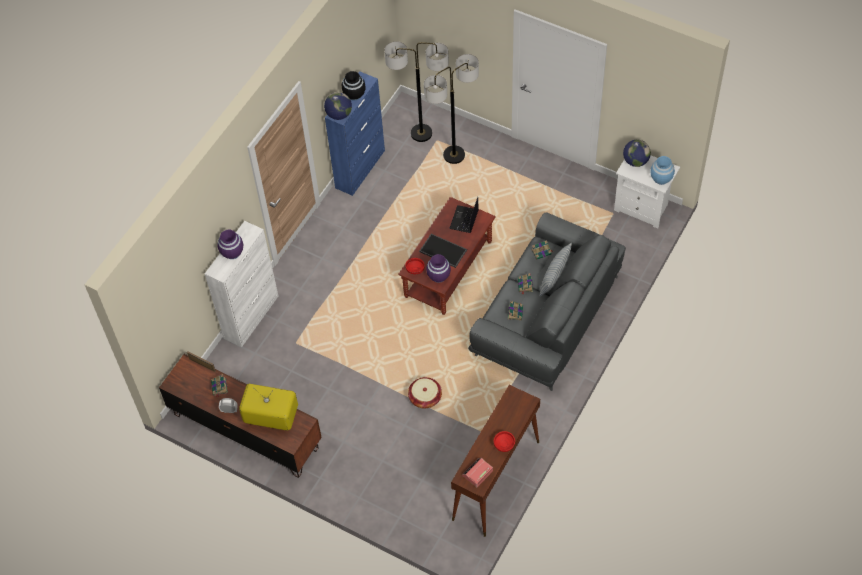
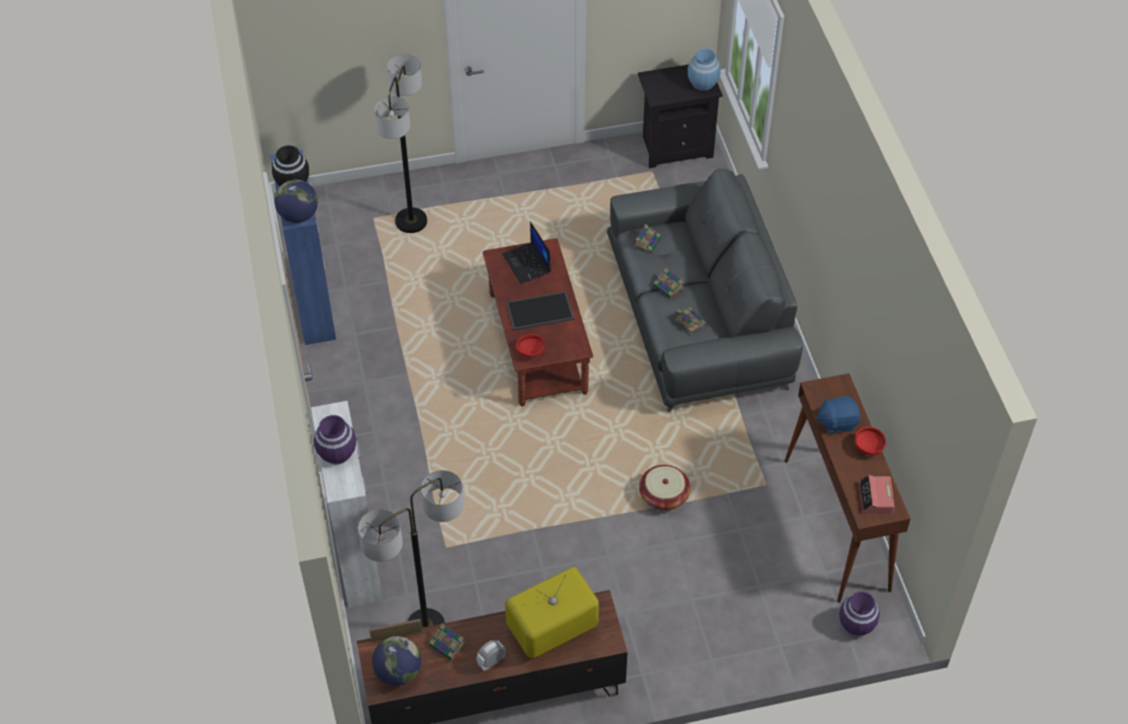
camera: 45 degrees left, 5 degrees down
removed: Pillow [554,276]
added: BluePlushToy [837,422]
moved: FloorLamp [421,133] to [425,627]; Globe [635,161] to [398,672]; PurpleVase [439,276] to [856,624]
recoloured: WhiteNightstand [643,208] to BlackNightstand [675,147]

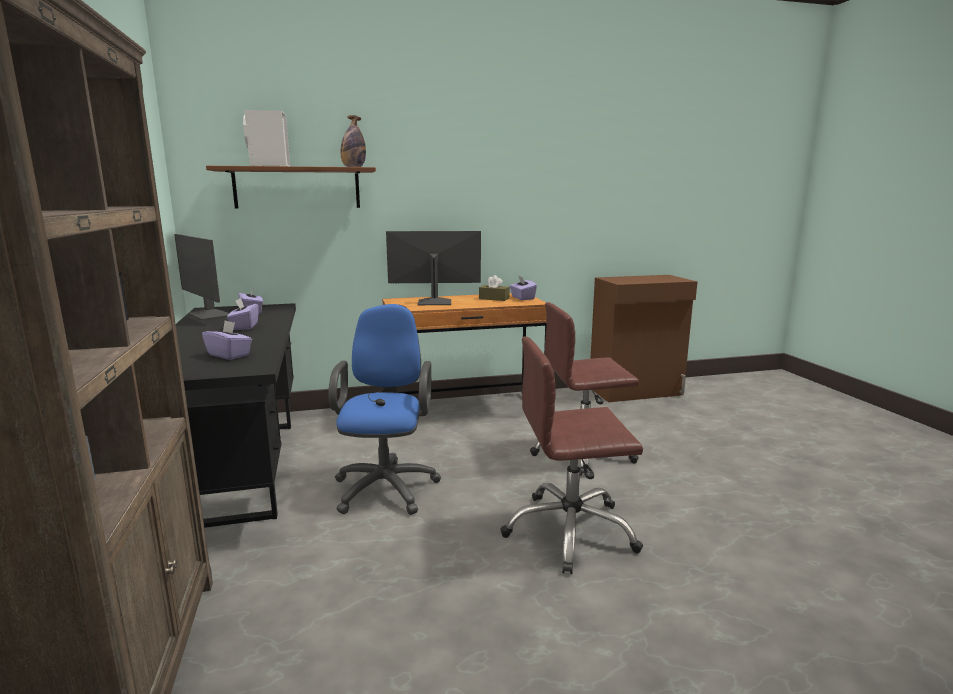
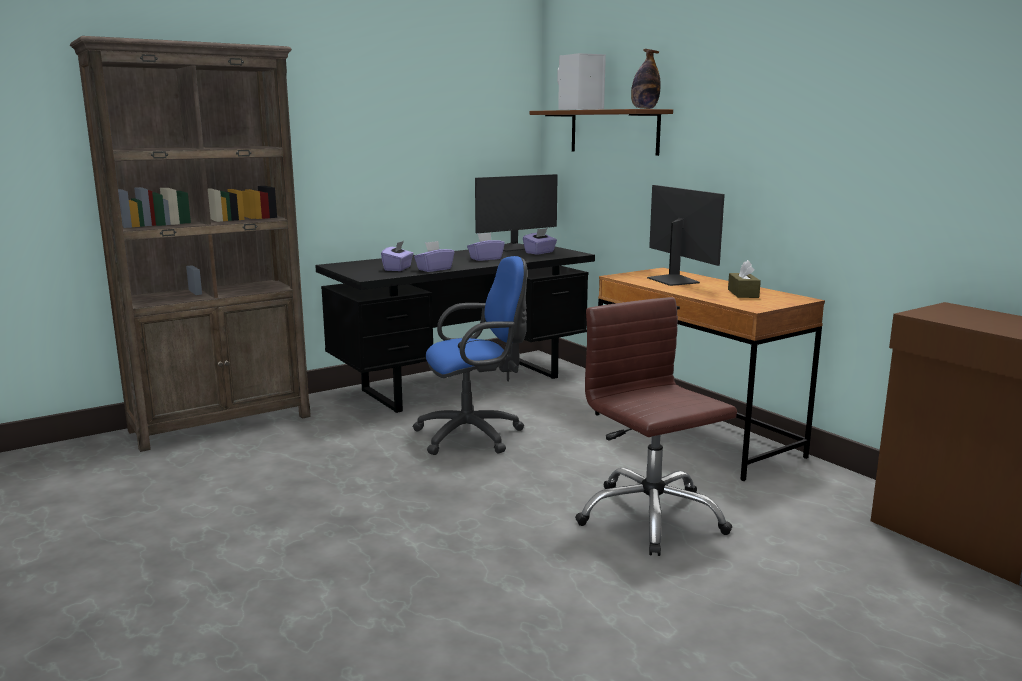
camera: 70 degrees right, 0 degrees up
removed: BrownOfficeChair [570,531]
moved: PurpleTissueBox [522,298] to [434,269]
turned: Monitor [209,315] = [514,248] 150 degrees counterclockwise

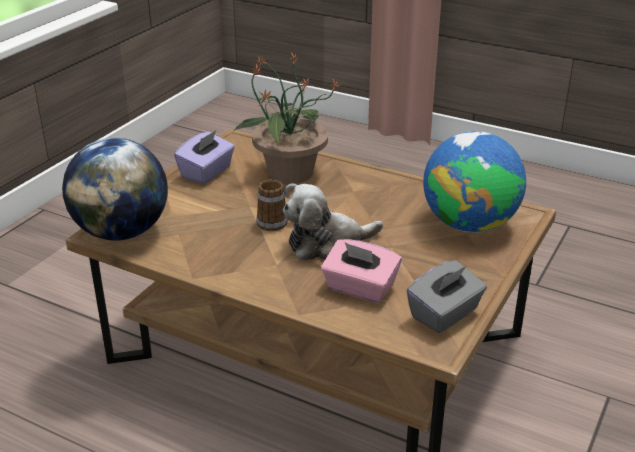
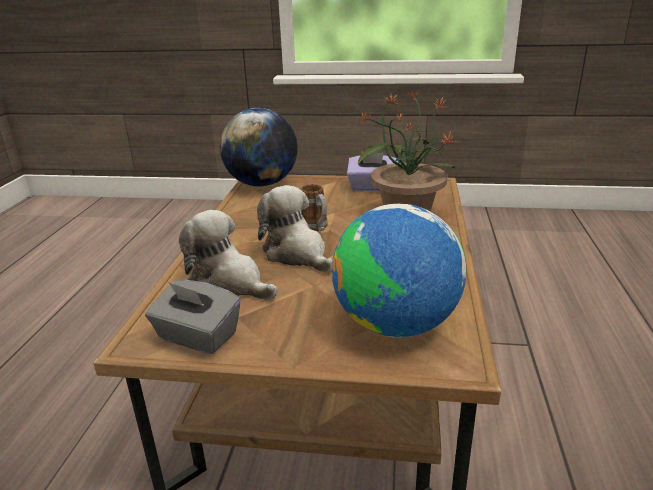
camera: 70 degrees right, 5 degrees down
replaced: PinkTissueBox [360,288] to PlushToy [229,283]

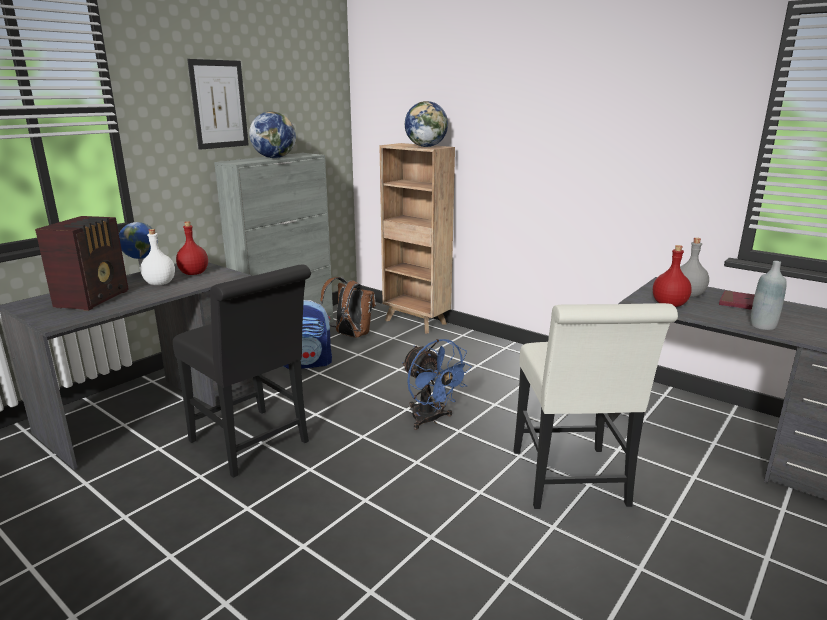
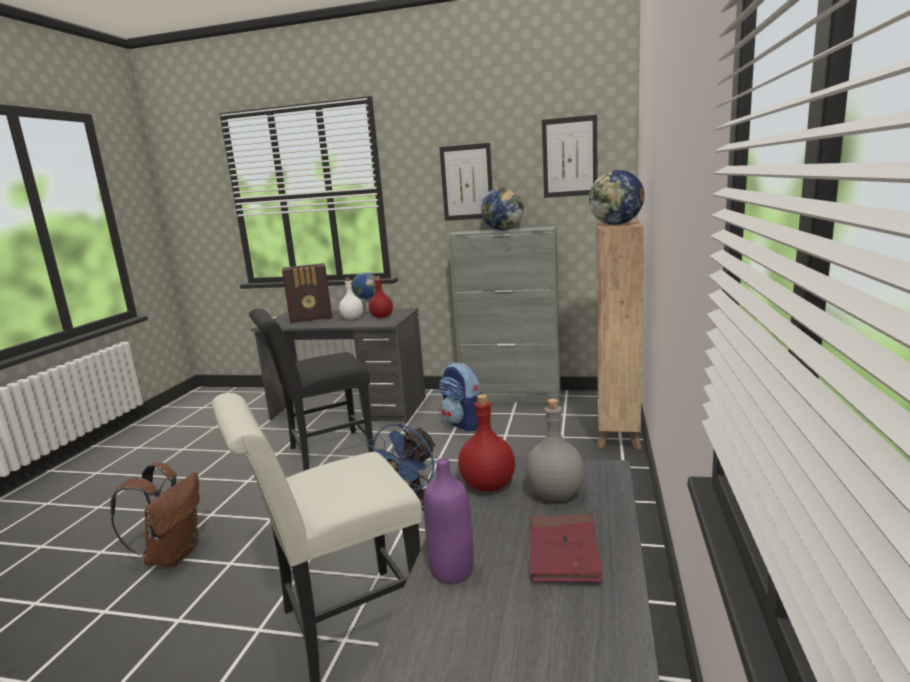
camera: 65 degrees right, 5 degrees down
added: Picture [569,157]
moved: BrownBackpack [350,335] to [172,555]
recoloured: GreyBottle [762,326] to PurpleBottle [452,571]
turned: BlackChair [254,445] = [324,453] 45 degrees clockwise

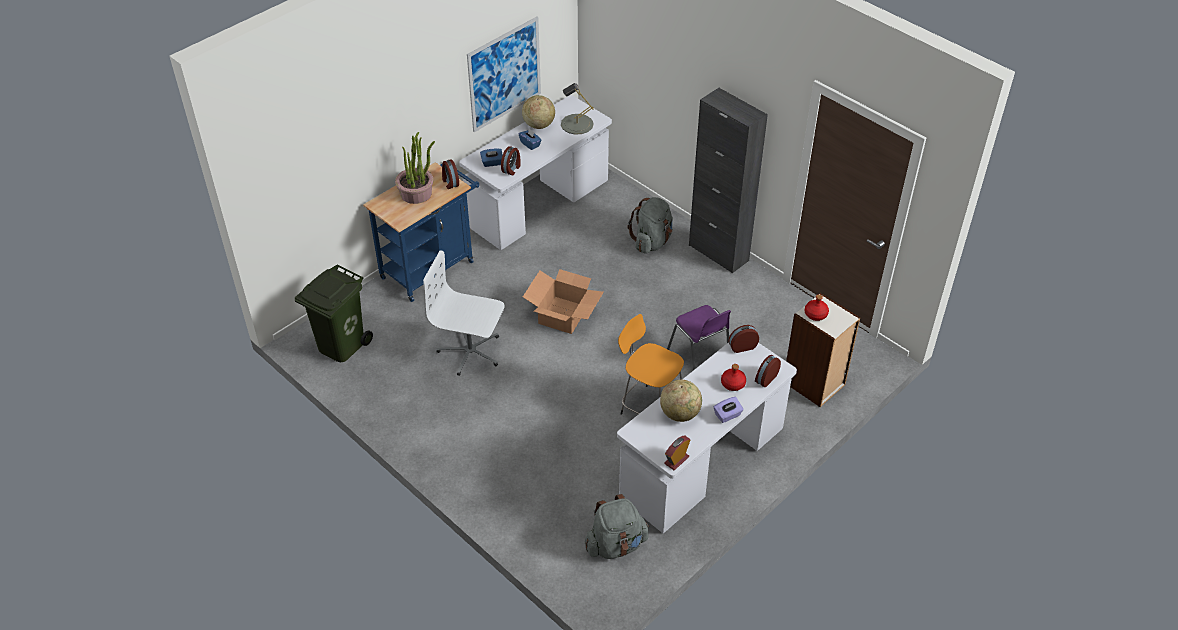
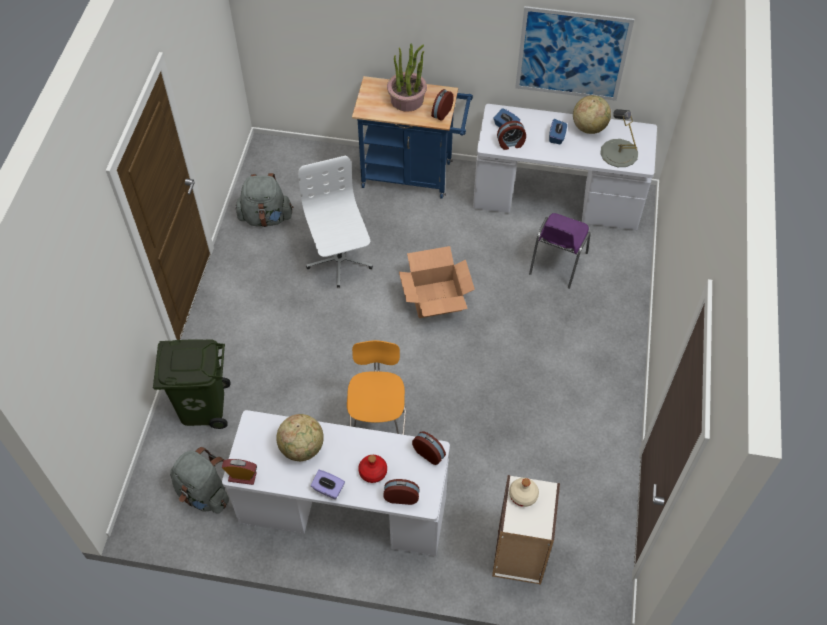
camera: 55 degrees right, 10 degrees up
removed: BlackCabinet [718,253]
moved: GreyBackpack [652,242] to [266,217]; GreenTrashCan [340,345] to [203,406]; PurpleChair [699,357] to [556,264]
recoloured: RedBottle [815,314] to BeigeBottle [523,495]

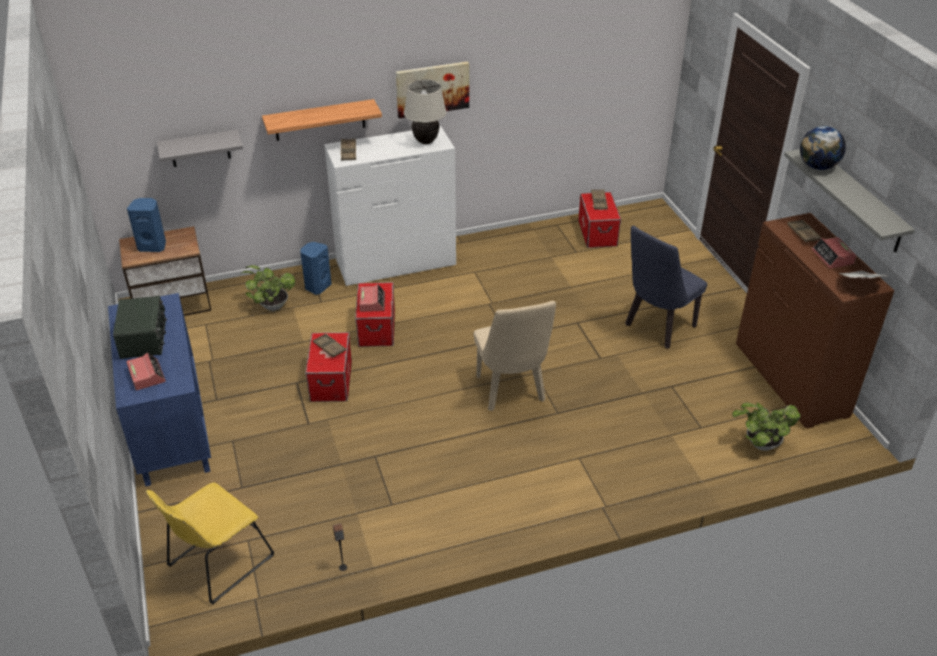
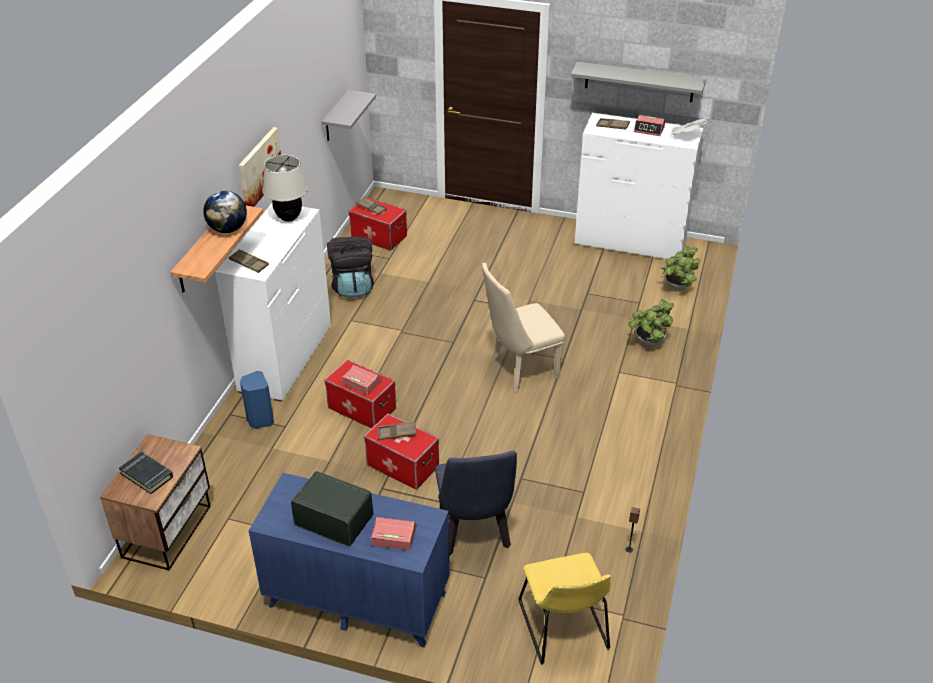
camera: 55 degrees left, 0 degrees up
added: BlackBackpack [353,286]
moved: Globe [818,166] to [228,229]; GreyShelf [200,148] to [336,117]; BlueChair [657,328] to [475,534]; PottedPlant [271,306] to [648,342]
replaced: BlueSpeaker [153,246] to BlackBook [147,475]
recoloured: BrownDresser [790,380] to WhiteDresser [630,242]
turned: BeigeChair [511,392] = [519,371] 135 degrees clockwise

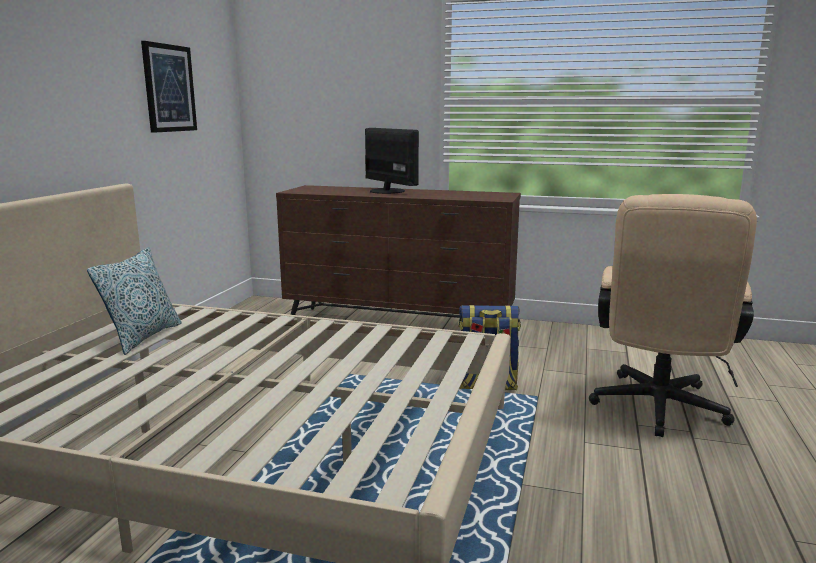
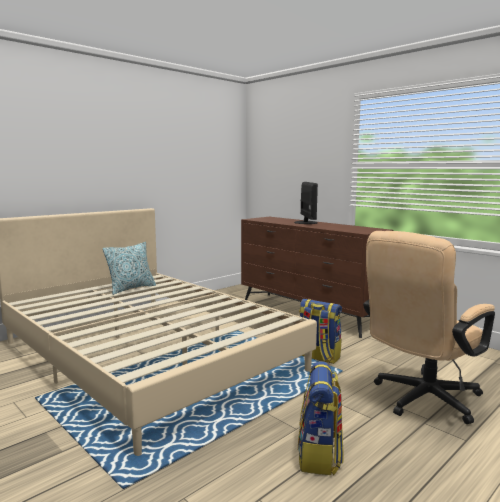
camera: 30 degrees right, 5 degrees down
removed: Picture [169,88]
added: Backpack [320,455]

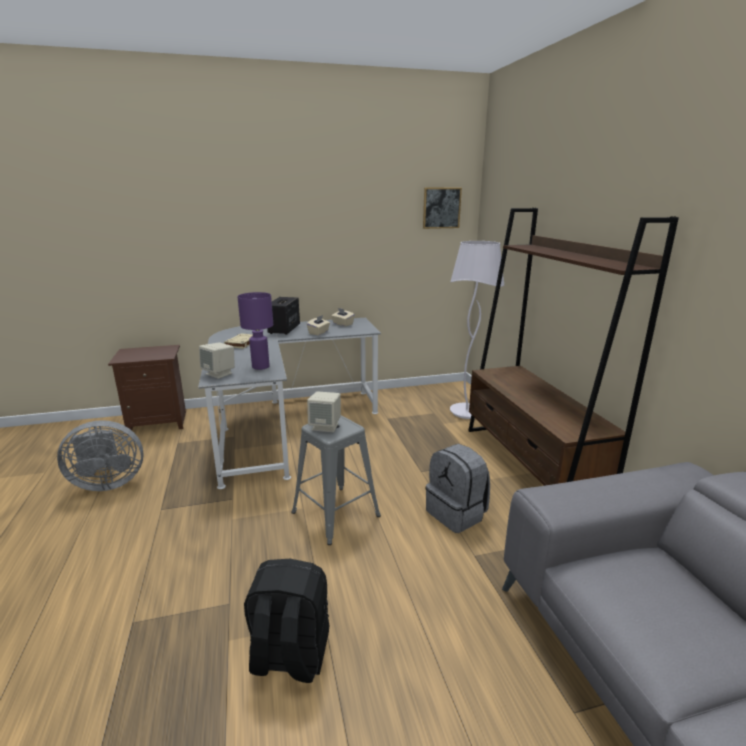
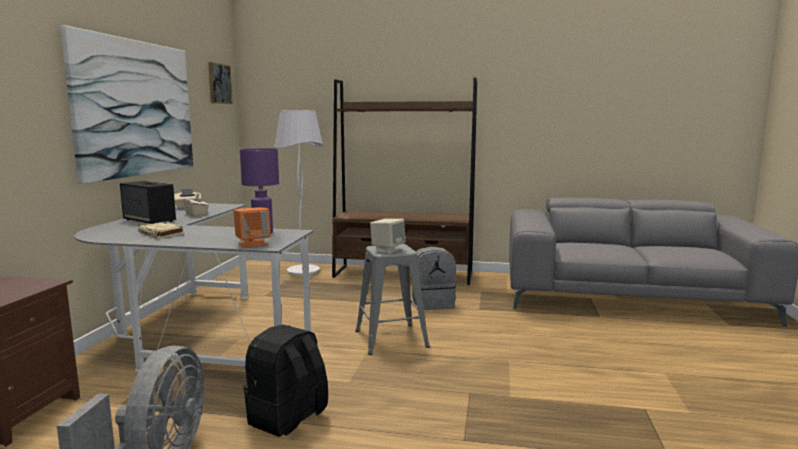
camera: 65 degrees left, 10 degrees down
added: Picture [136,108]
moved: BlackBackpack [290,656] to [288,419]
recoloured: BeigeSpeaker [219,373] to OrangeSpeaker [252,243]

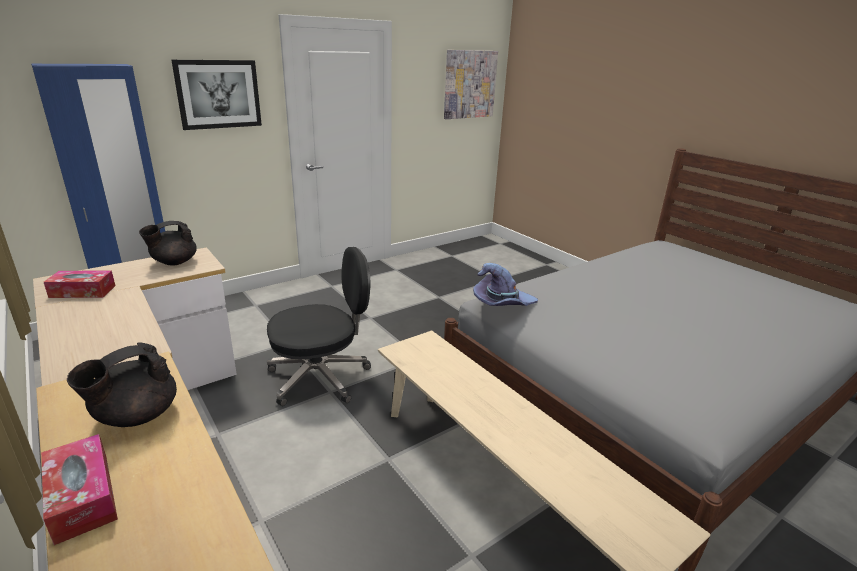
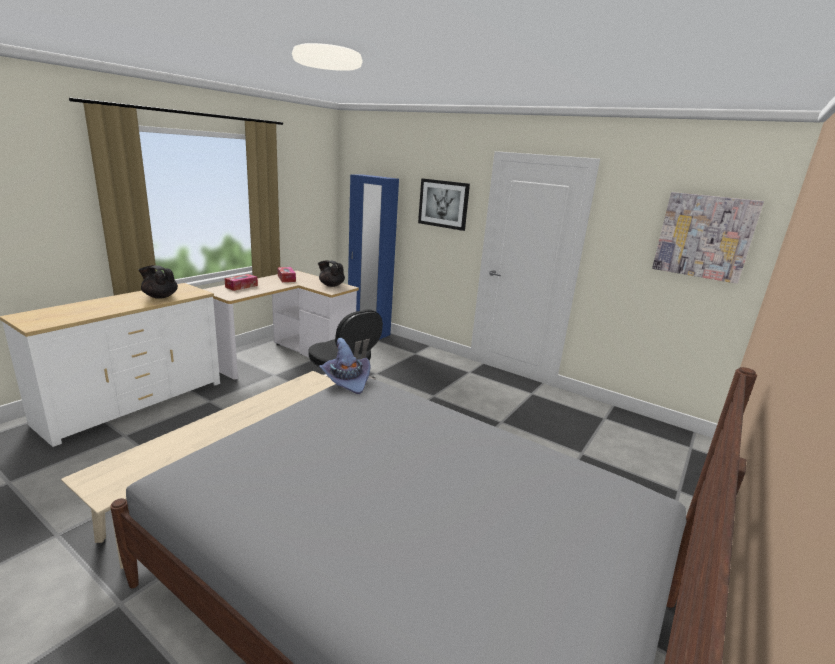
camera: 70 degrees right, 5 degrees down
moved: TissueBox [82,497] to [241,286]

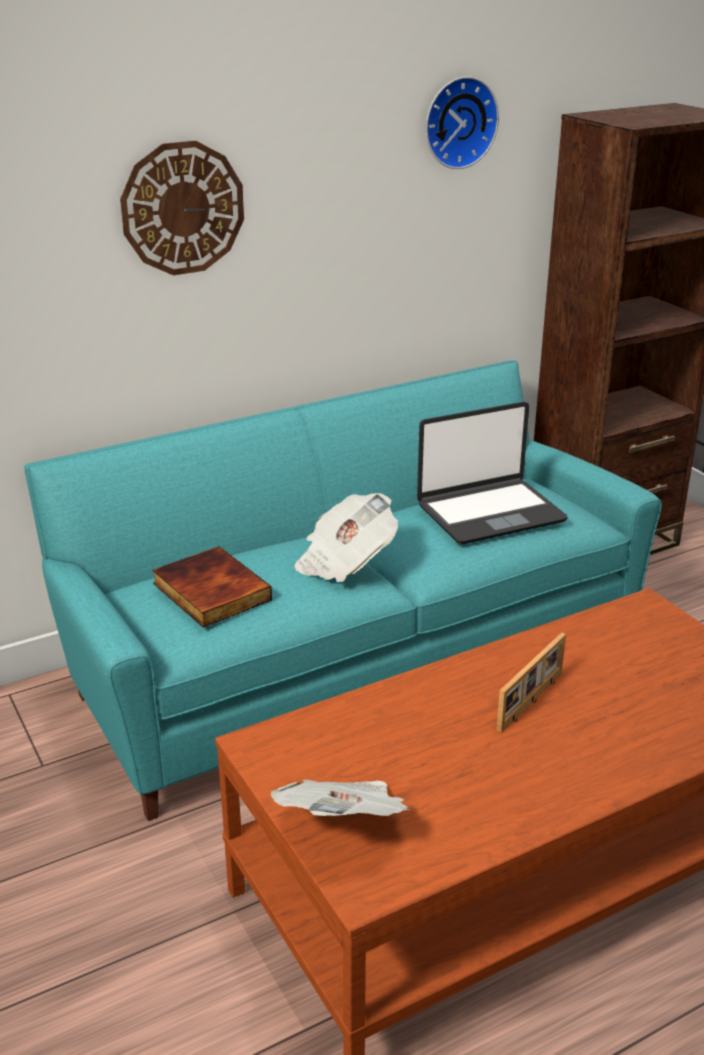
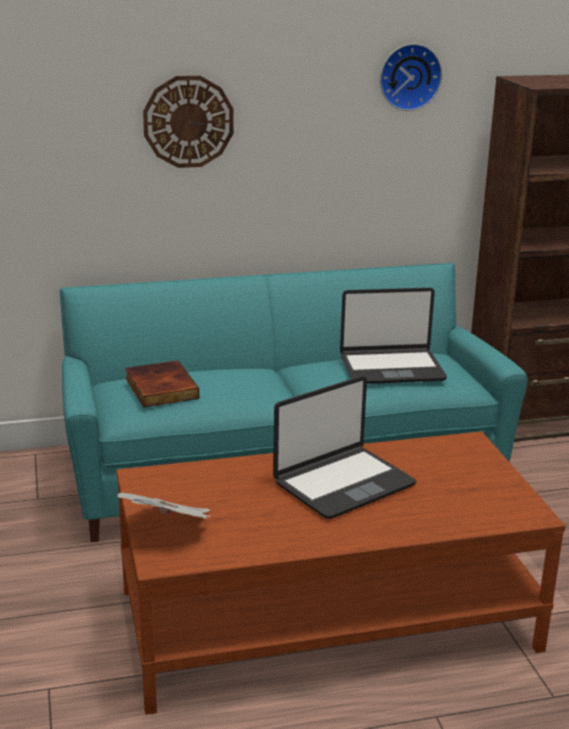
camera: 15 degrees right, 5 degrees down
removed: Newspaper [344,561]
replaced: PictureFrame [532,701] to Laptop [343,483]

